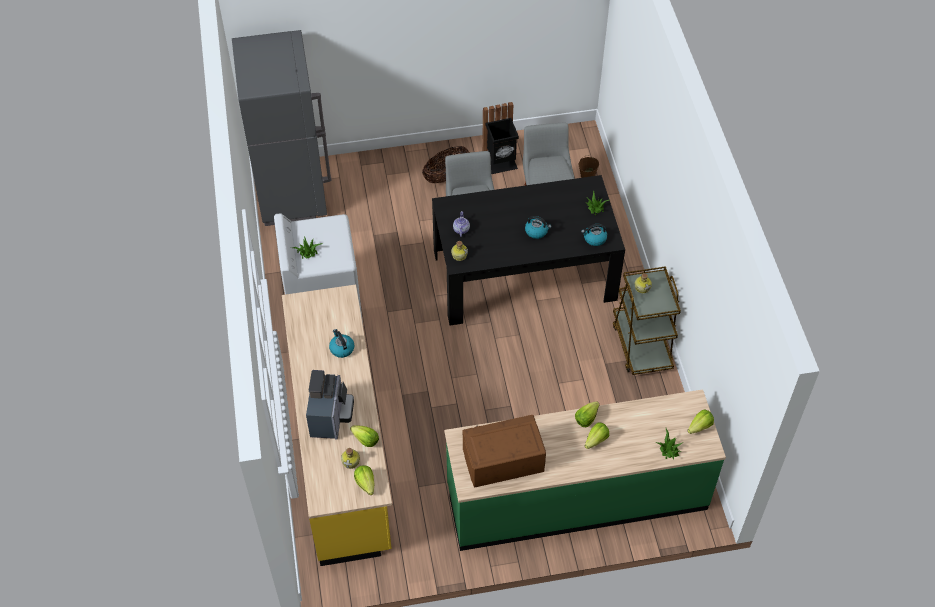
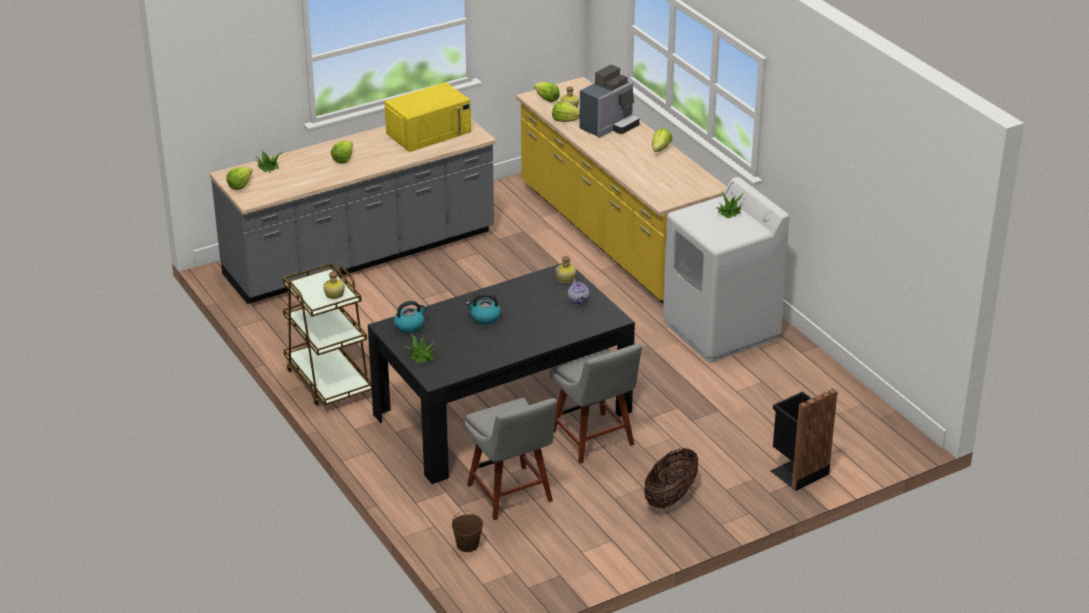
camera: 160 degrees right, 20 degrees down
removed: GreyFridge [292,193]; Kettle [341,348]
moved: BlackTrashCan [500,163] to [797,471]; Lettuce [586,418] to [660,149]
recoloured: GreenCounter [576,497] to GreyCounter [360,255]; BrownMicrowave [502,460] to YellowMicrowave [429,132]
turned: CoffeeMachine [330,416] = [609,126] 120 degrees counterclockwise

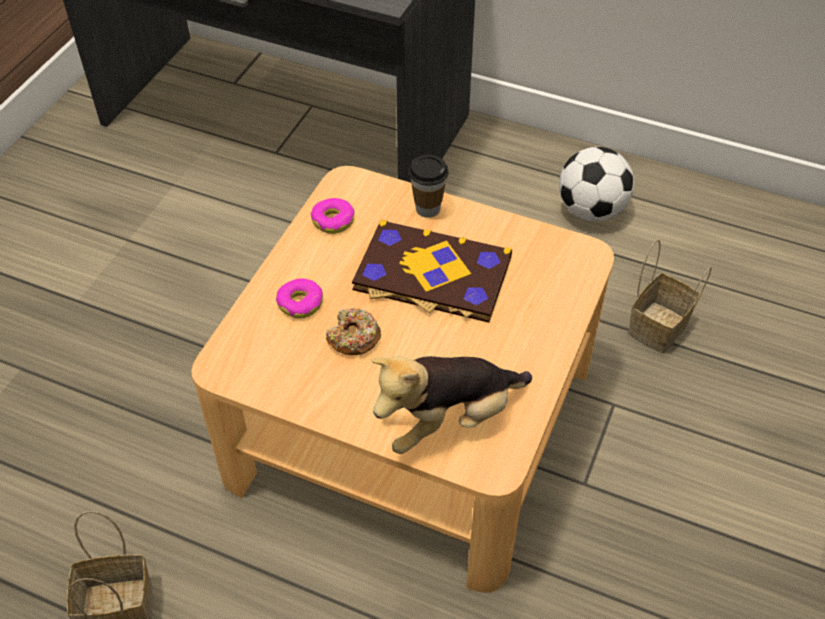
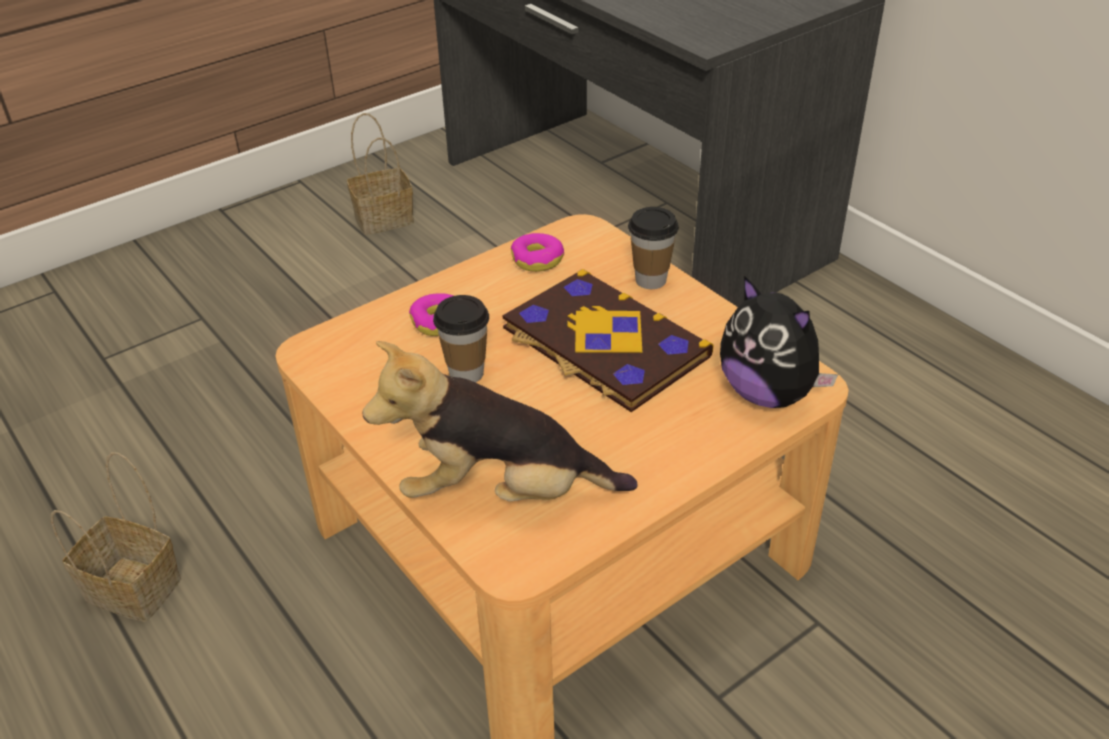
camera: 30 degrees right, 10 degrees down
removed: Football [591,210]
added: PlushToy [768,393]
moved: Basket [658,329] to [382,220]
replaced: Donut [353,338] to Cup [466,373]

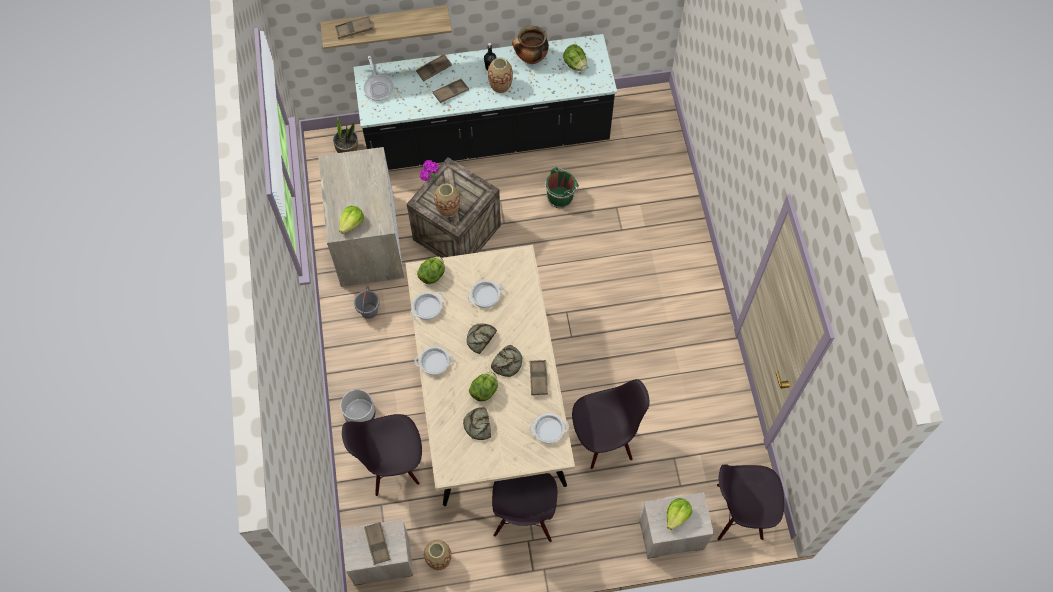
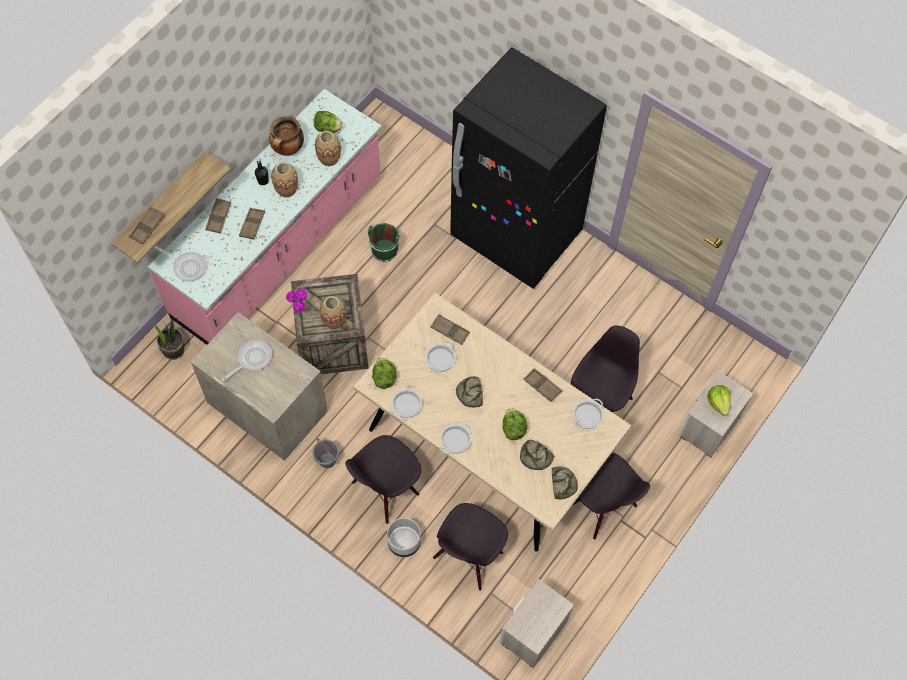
camera: 45 degrees left, 0 degrees up
removed: Lettuce [352,223]
added: BlackFridge [516,235]; FryingPan [252,359]
moved: Bread [508,362] to [562,483]; BlackChair [738,513] to [385,490]; BrownTray [377,544] to [450,331]; Vase [439,559] to [329,158]
recoloured: BlackCounter [487,138] to PinkCounter [279,249]

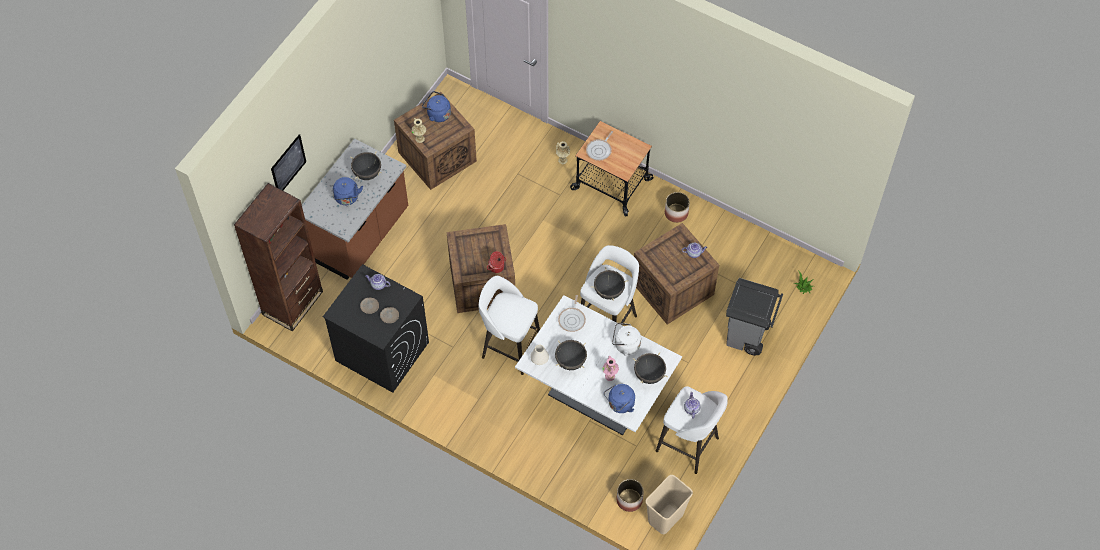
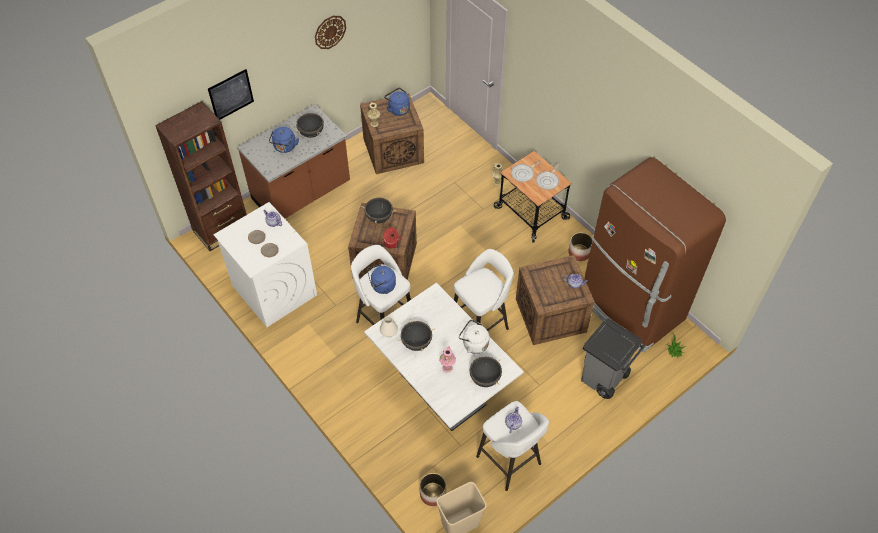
camera: 20 degrees right, 5 degrees down
added: WallClock [330,32]; BrownFridge [630,307]
moved: BlackCookingPot [608,291] to [379,217]; FryingPan [572,319] to [548,181]; BlueKettle [620,404] to [382,286]
recoloured: BlackWashingMachine [381,351] to WhiteWashingMachine [274,290]

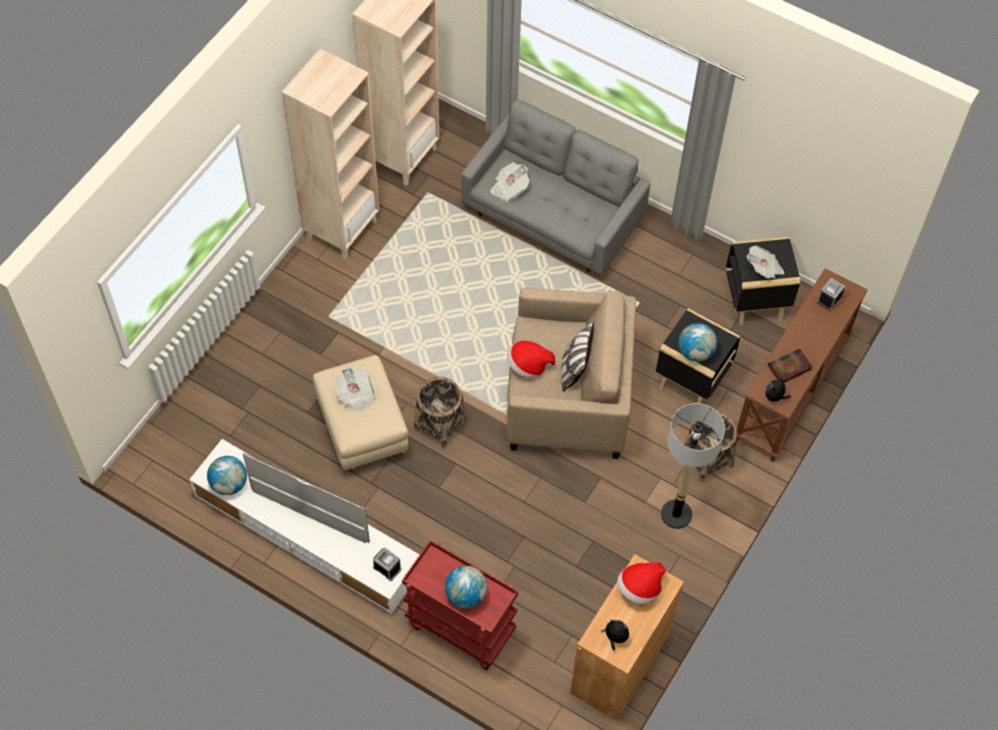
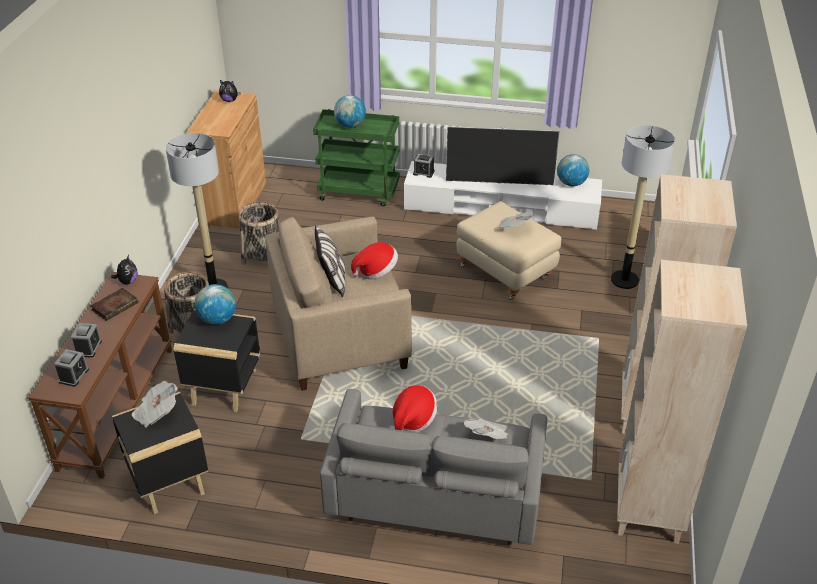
camera: 160 degrees right, 20 degrees down
added: FloorLamp [624,280]; AlarmClock [88,348]
moved: Basket [440,425] to [263,256]; Hat [640,588] to [413,419]
recoloured: RedCart [459,627] to GreenCart [359,192]

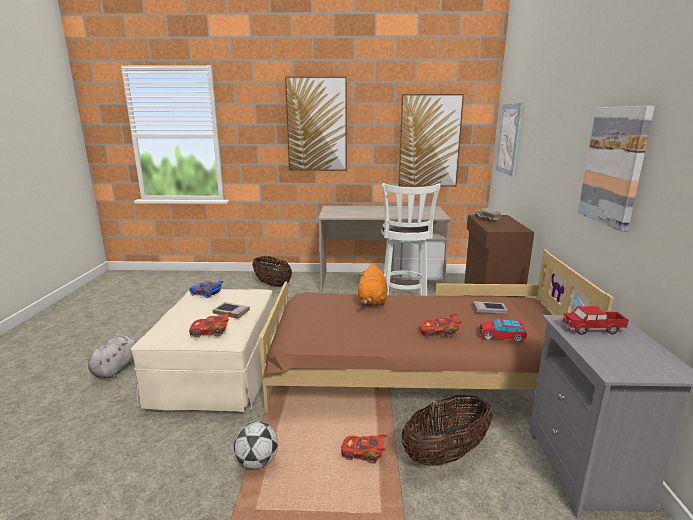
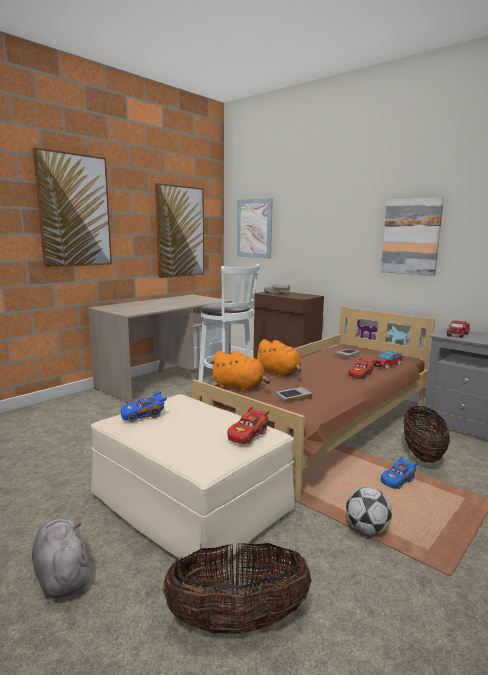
camera: 50 degrees left, 5 degrees down
added: OrangePlushToy [240,387]
moved: Basket [272,284] to [237,621]; Book [231,312] to [293,397]
recoloured: RedToyCar [363,454] to BlueToyCar [397,480]

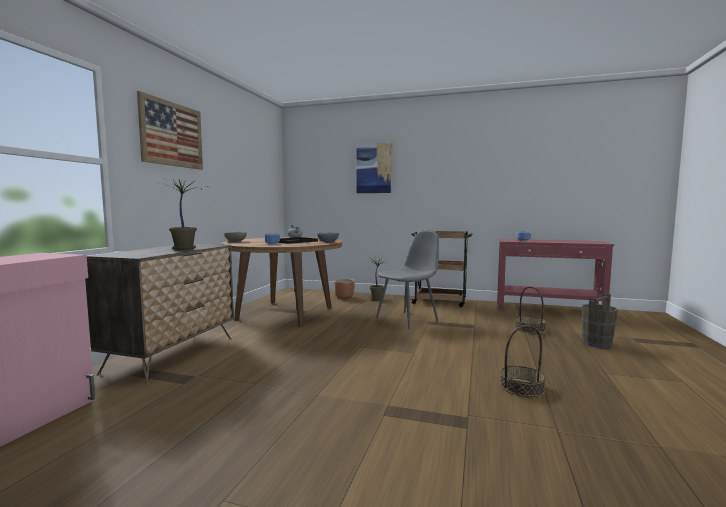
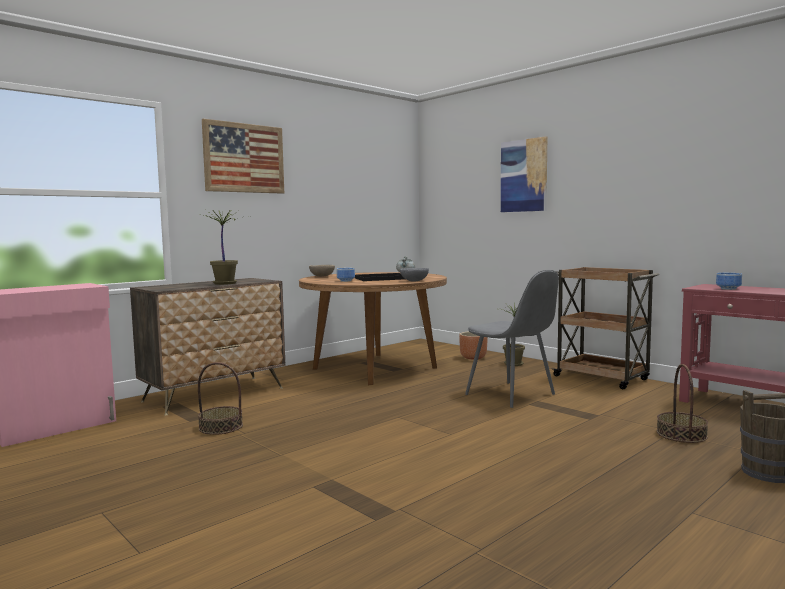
camera: 30 degrees right, 0 degrees up
moved: Basket [522,387] to [220,427]
turned: GreyChair [408,319] = [512,395] 60 degrees clockwise

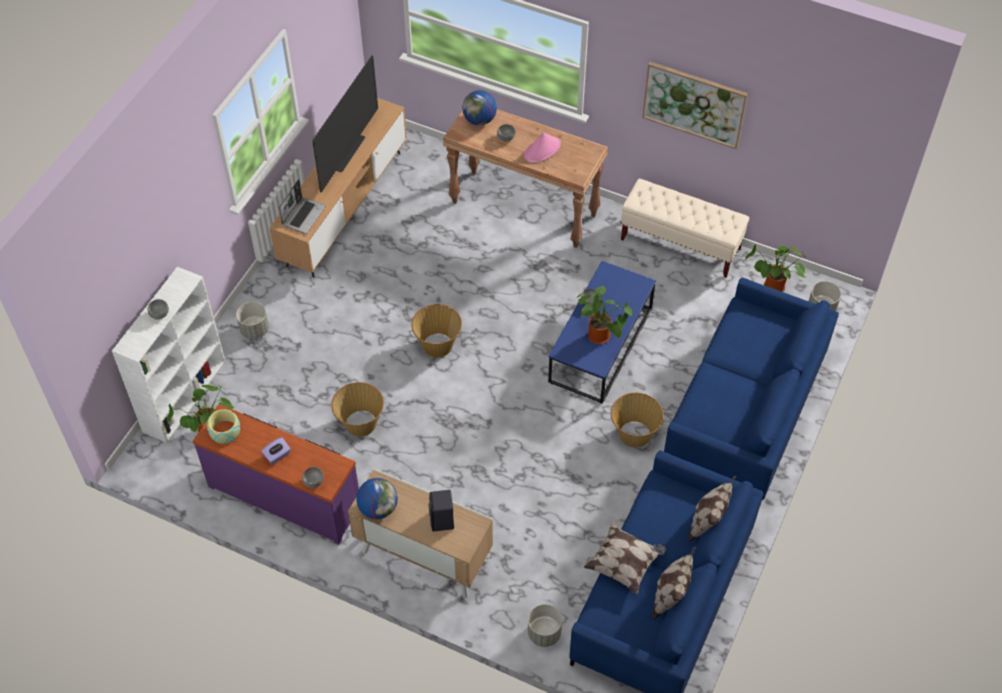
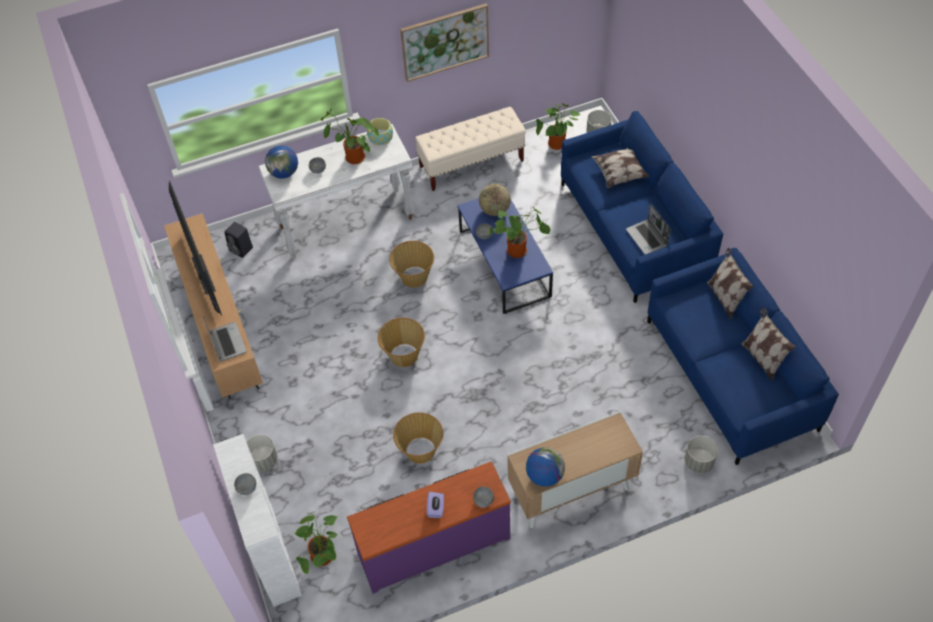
camera: 45 degrees left, 0 degrees up
added: Globe [494,210]; Laptop [647,238]
moved: Basket [634,434] to [414,277]; Bowl [224,431] to [380,137]; BlackSpeaker [442,521] to [242,249]; Pillow [624,564] to [620,173]
replaced: PinkHat [542,150] to PottedPlant [353,158]
recoloured: BrownConsoleTable [524,208] to WhiteConsoleTable [346,222]

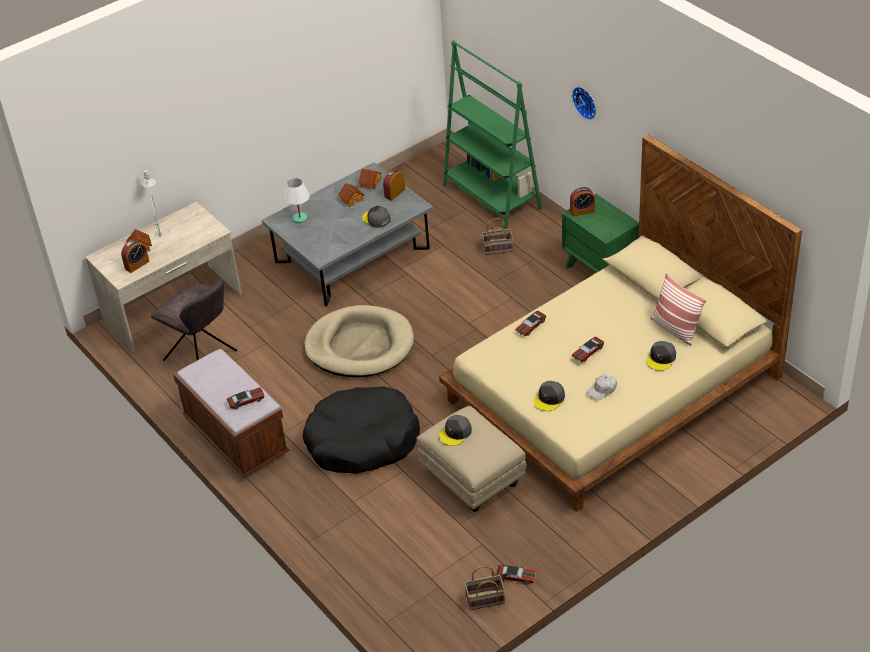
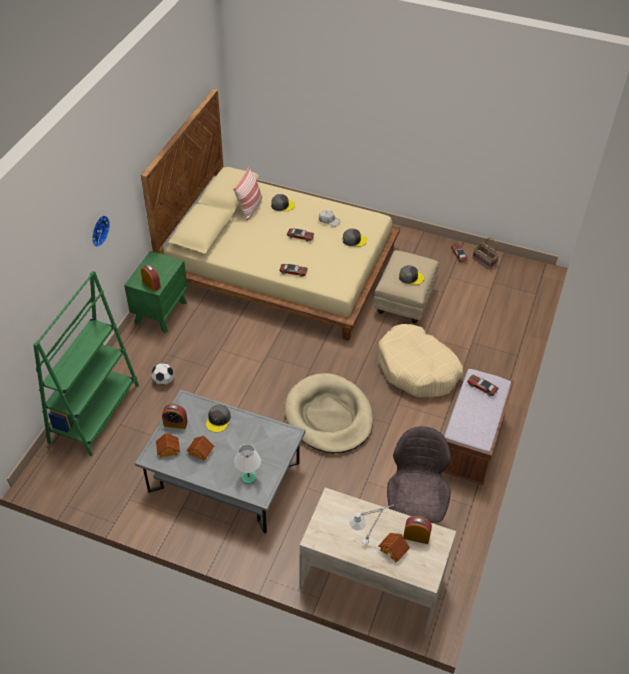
camera: 125 degrees left, 5 degrees up
replaced: Basket [498,248] to Football [164,381]
recoloured: BlackDogBed [362,440] to BeigeDogBed [417,369]

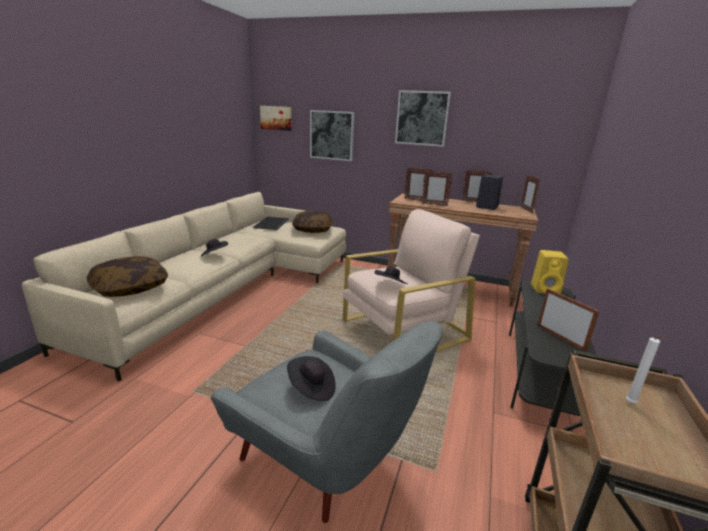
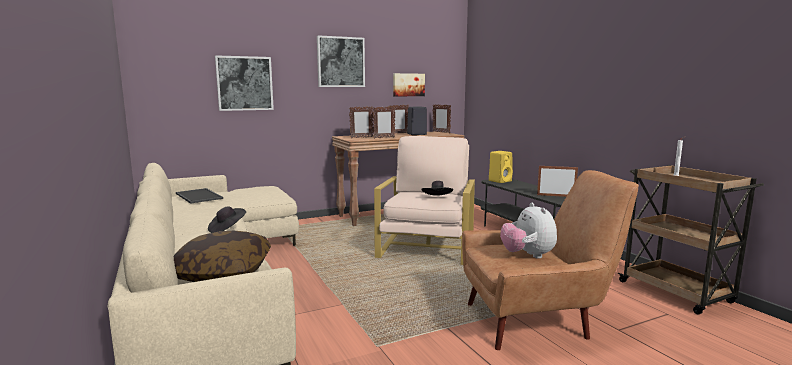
camera: 45 degrees left, 10 degrees down
removed: Pillow [312,229]
moved: Picture [276,118] to [408,85]
replaced: BlackHat [311,388] to PlushToy [527,255]
recoloured: GreyArmchair [326,463] to BrownArmchair [537,321]

